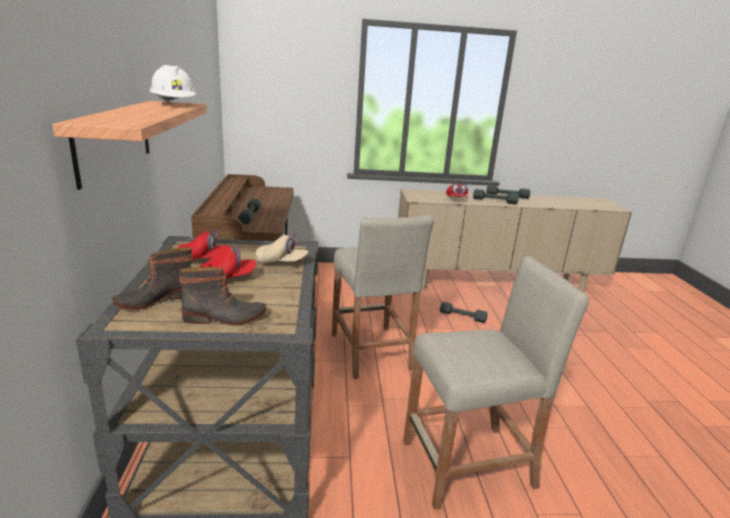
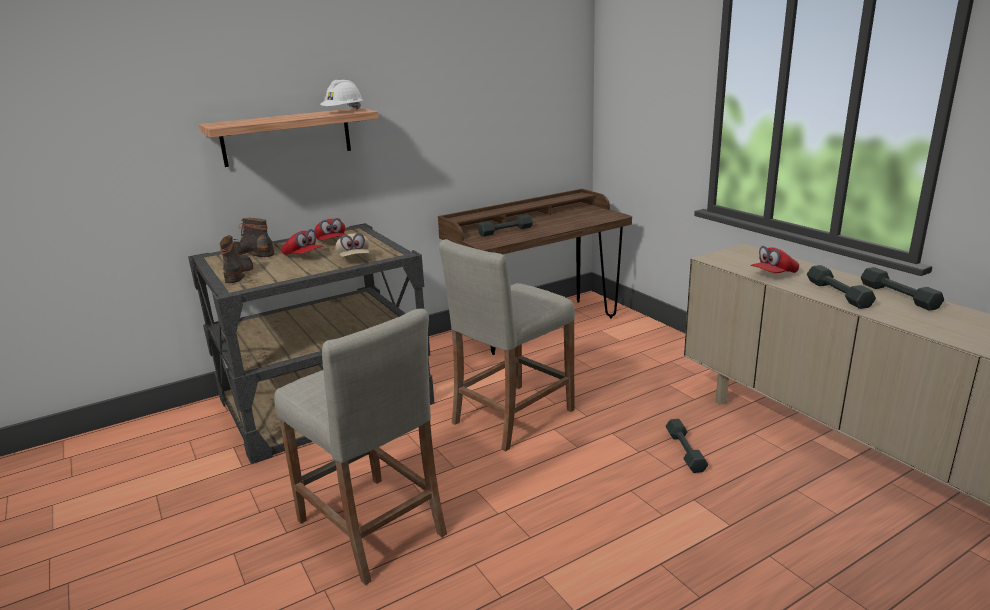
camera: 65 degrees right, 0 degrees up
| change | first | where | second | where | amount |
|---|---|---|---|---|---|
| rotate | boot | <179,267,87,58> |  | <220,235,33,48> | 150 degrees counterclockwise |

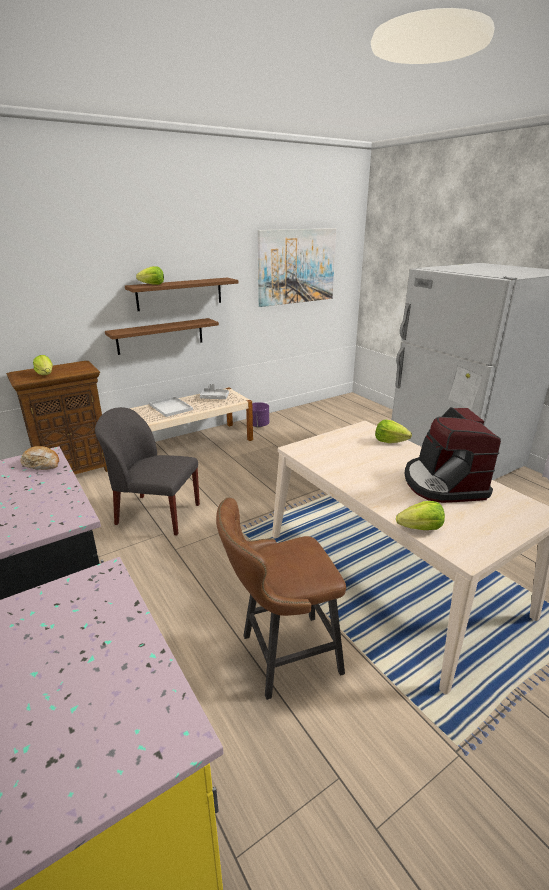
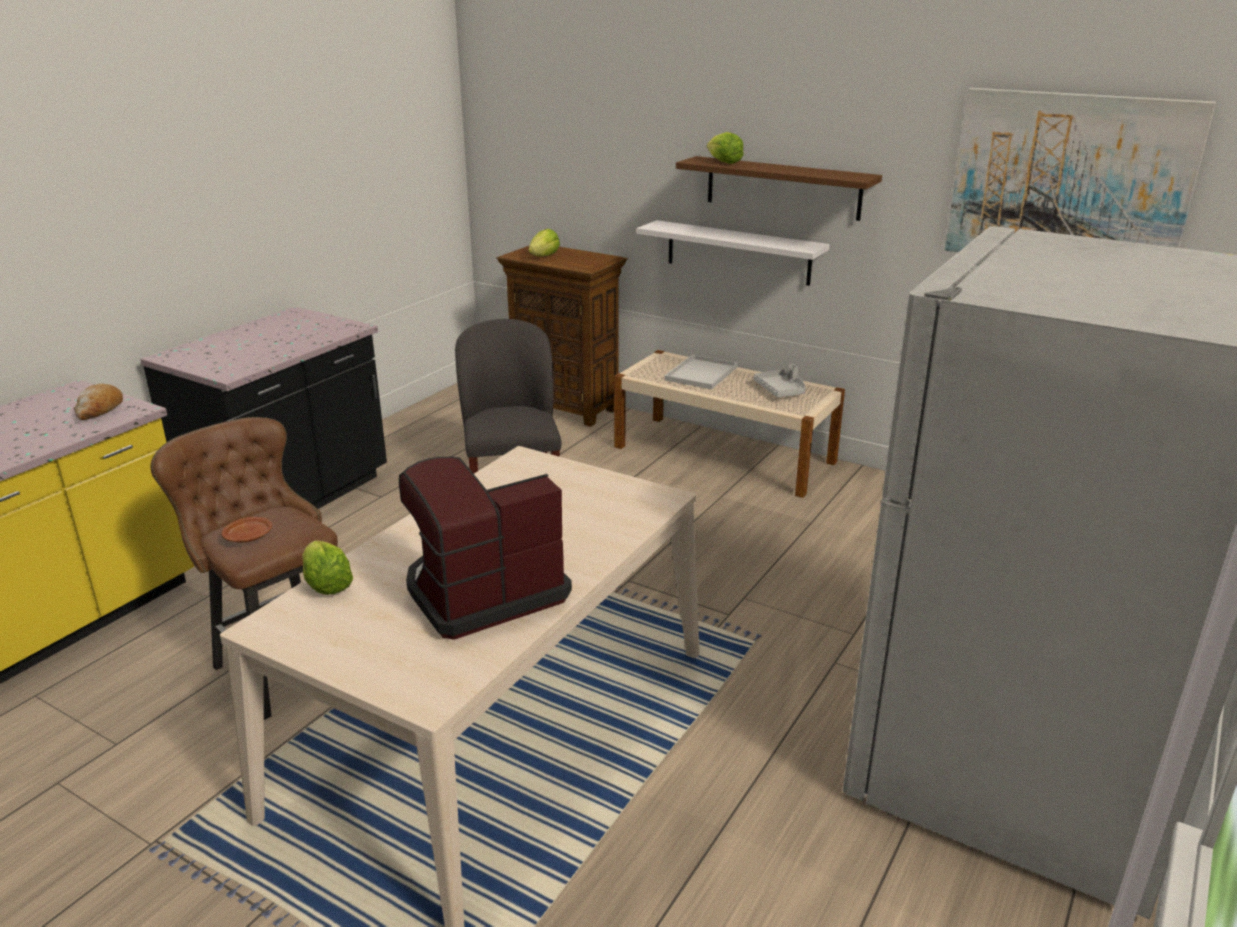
camera: 65 degrees right, 0 degrees up
| change | first | where | second | where | amount |
|---|---|---|---|---|---|
| move | bread | <20,446,39,24> |  | <74,384,49,36> |  |
| insert |  |  | brown plate | <222,517,50,26> |  |
| recolor | brown shelf | <105,318,114,37> | white shelf | <637,220,193,66> |  |
| delete | purple planter | <252,402,17,25> |  |  |  |
| delete | lettuce | <375,420,37,23> |  |  |  |

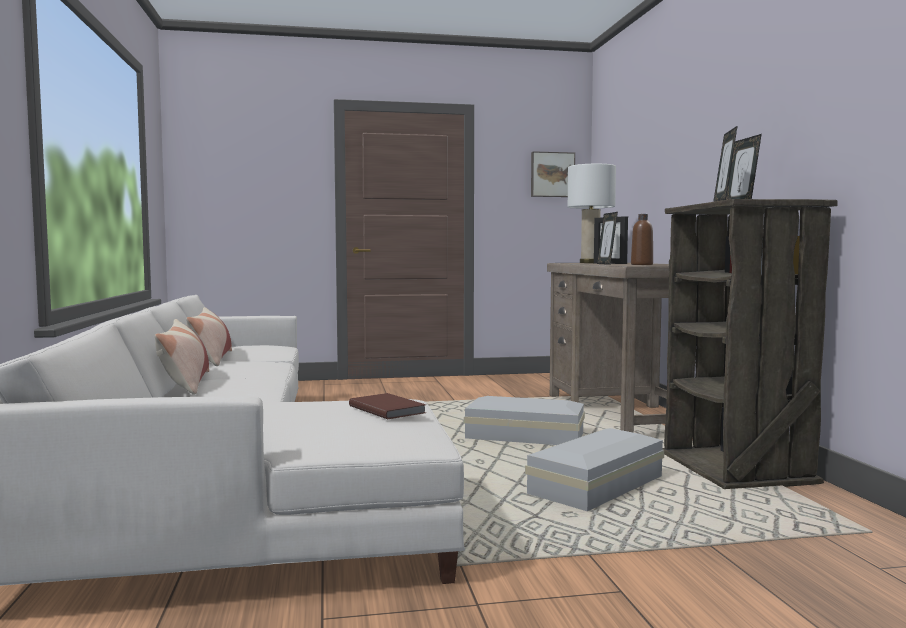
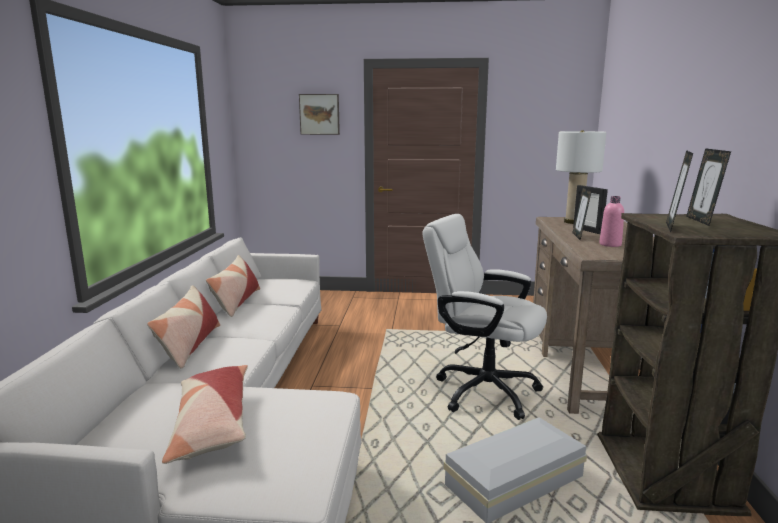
camera: 15 degrees right, 10 degrees up
| change | first | where | second | where | amount |
|---|---|---|---|---|---|
| insert |  |  | pillow | <162,365,86,99> |  |
| move | picture | <531,151,44,46> |  | <299,94,41,41> |  |
| replace | white storage box | <464,396,121,49> | white office chair | <422,214,125,206> |  |
| recolor | brown bottle | <631,214,22,51> | pink bottle | <599,196,25,51> |  |
| delete | brown book | <349,393,77,26> |  |  |  |

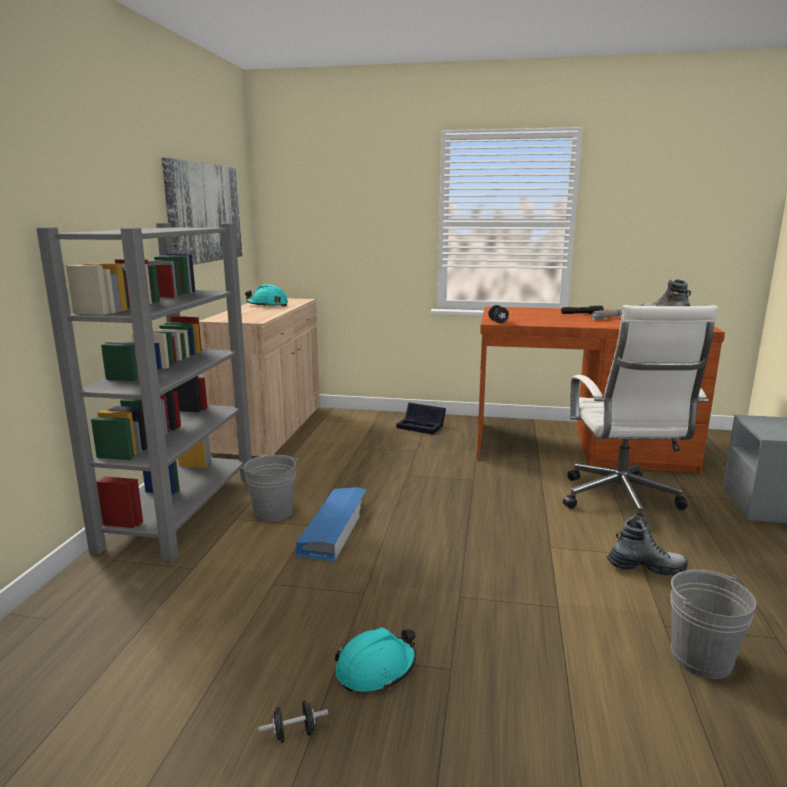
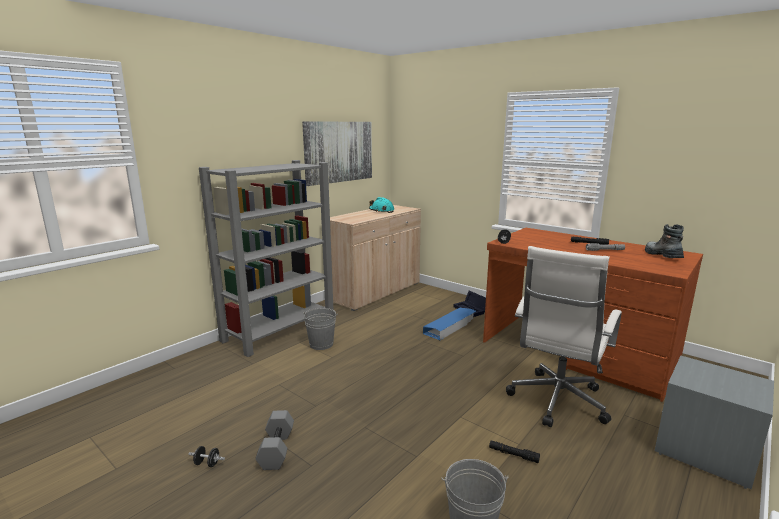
camera: 30 degrees right, 0 degrees up
| change | first | where | second | where | amount |
|---|---|---|---|---|---|
| replace | turquoise hard hat | <335,627,81,65> | grey dumbbell | <255,410,39,60> |  |
| move | blue storage box | <296,487,70,74> |  | <423,308,53,32> |  |
| replace | boot | <607,515,81,60> | black flashlight | <489,441,51,22> |  |

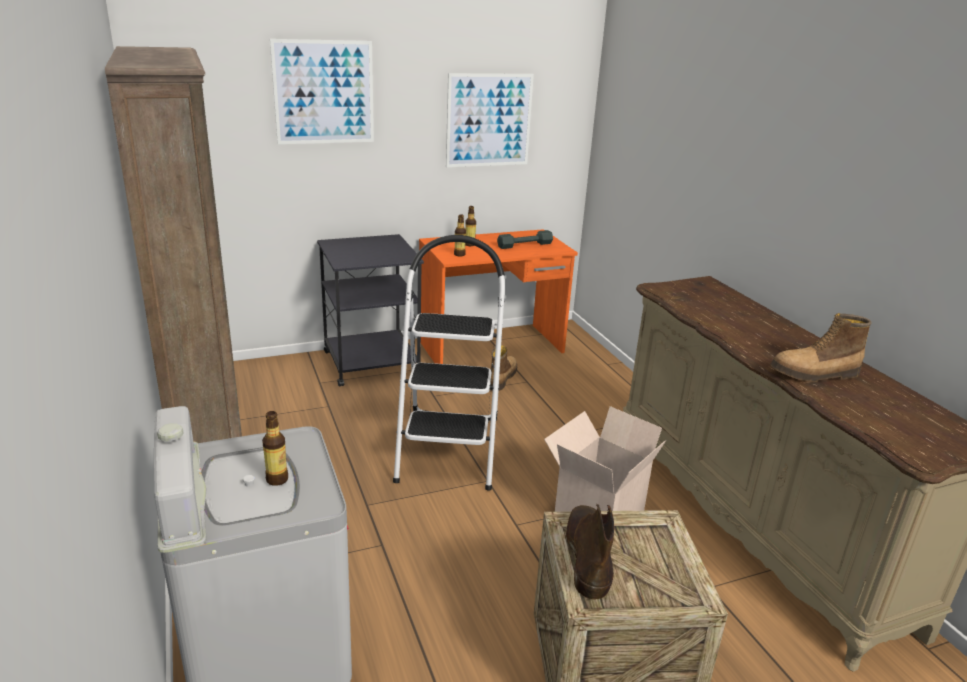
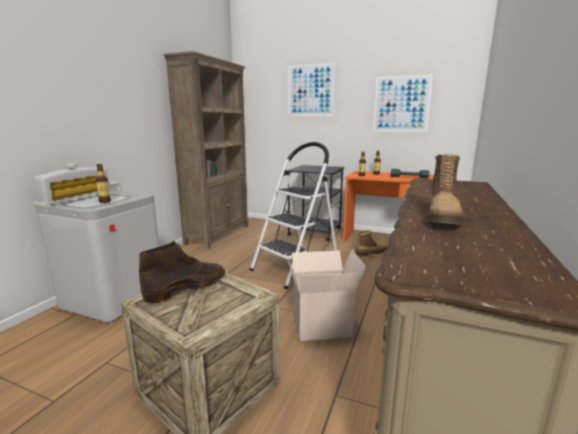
camera: 45 degrees right, 10 degrees down
| change | first | where | second | where | amount |
|---|---|---|---|---|---|
| rotate | boot | <770,313,102,69> |  | <427,154,36,71> | 105 degrees counterclockwise |

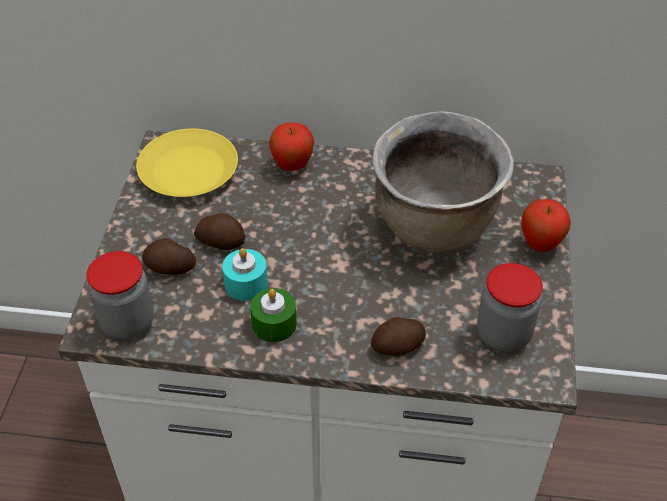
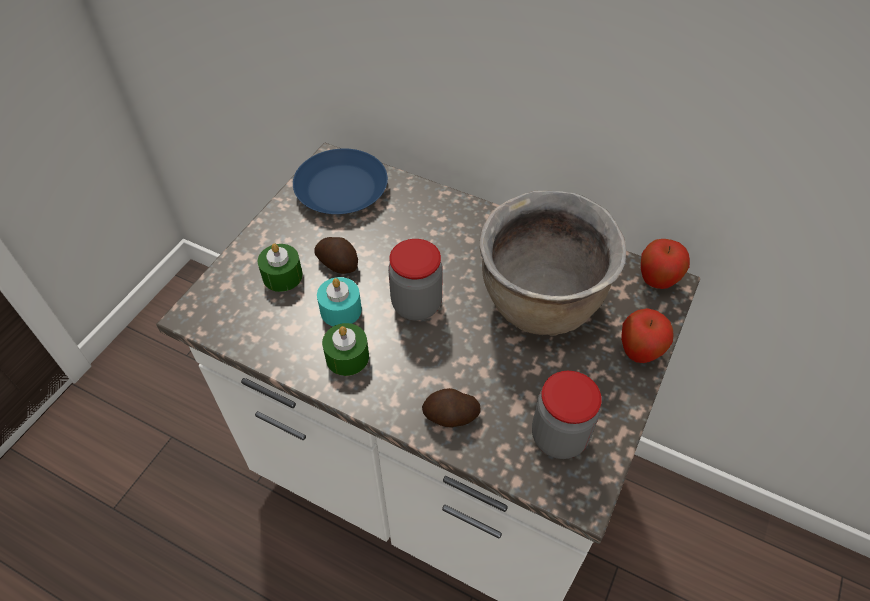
camera: 20 degrees right, 5 degrees up
| change | first | where | second | where | amount |
|---|---|---|---|---|---|
| replace | potato | <142,238,54,37> | green candle | <258,243,45,49> |  |
| recolor | yellow plate | <136,128,102,69> | blue plate | <293,148,95,66> |  |
| move | jar | <87,251,67,89> |  | <388,239,55,81> |  |
| move | apple | <269,122,45,49> |  | <641,239,49,50> |  |

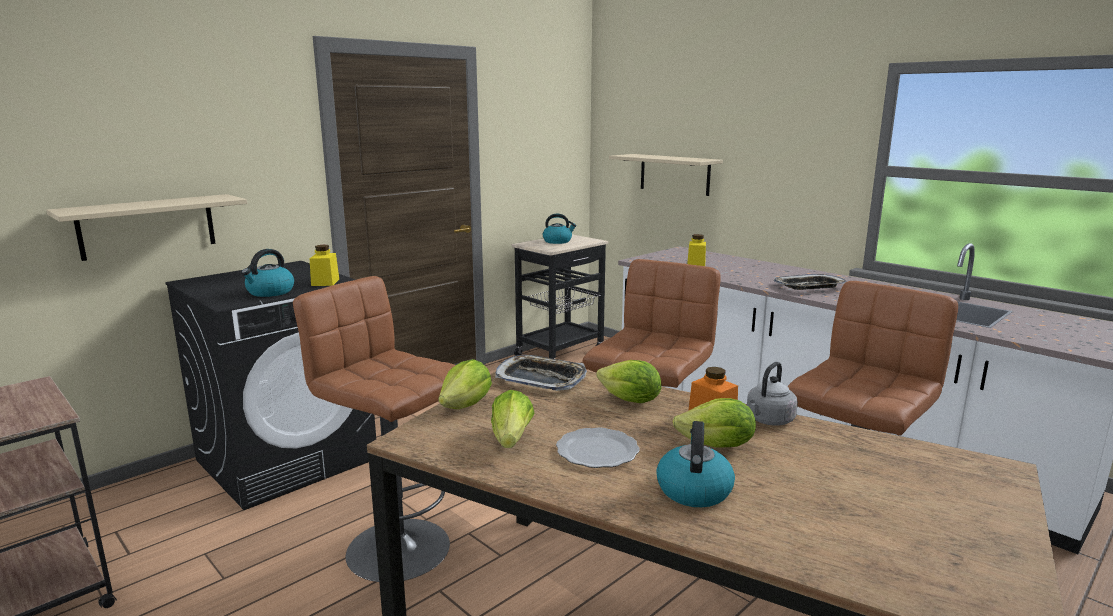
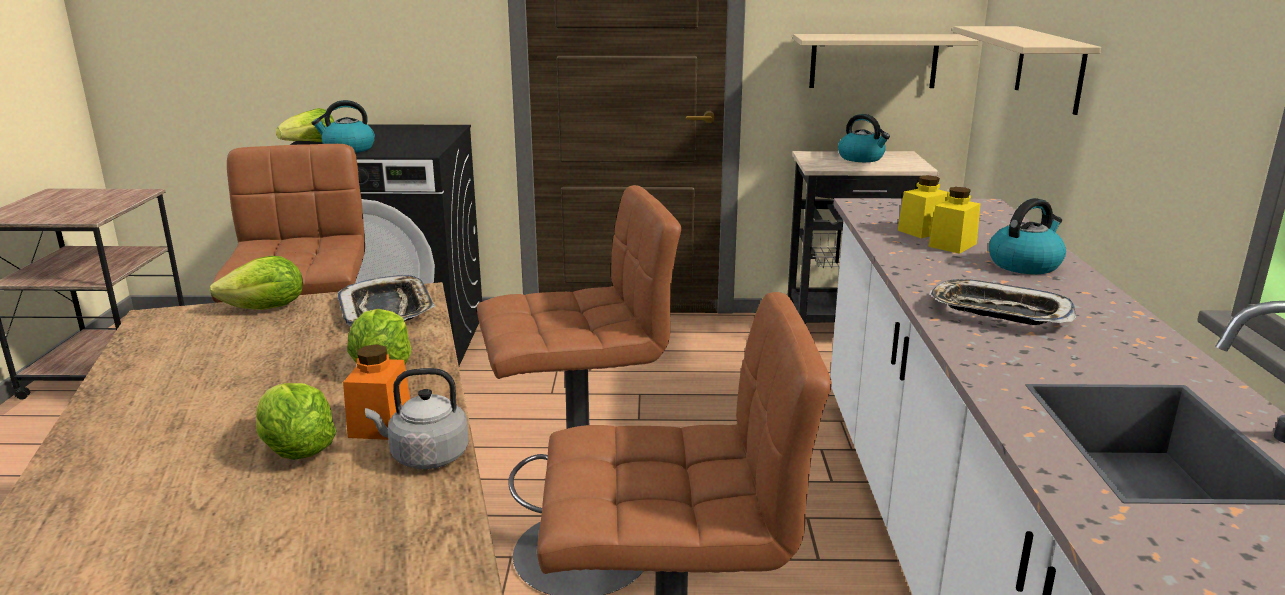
camera: 45 degrees right, 5 degrees up
| change | first | where | second | where | amount |
|---|---|---|---|---|---|
| move | lettuce | <491,390,44,58> |  | <276,108,58,34> |  |
| move | beige shelf | <46,194,201,67> |  | <793,34,185,54> |  |
| move | yellow jar | <310,245,29,41> |  | <928,187,53,67> |  |
| move | kettle | <656,421,79,86> |  | <989,198,77,76> |  |
| delete | plate | <556,427,84,41> |  |  |  |

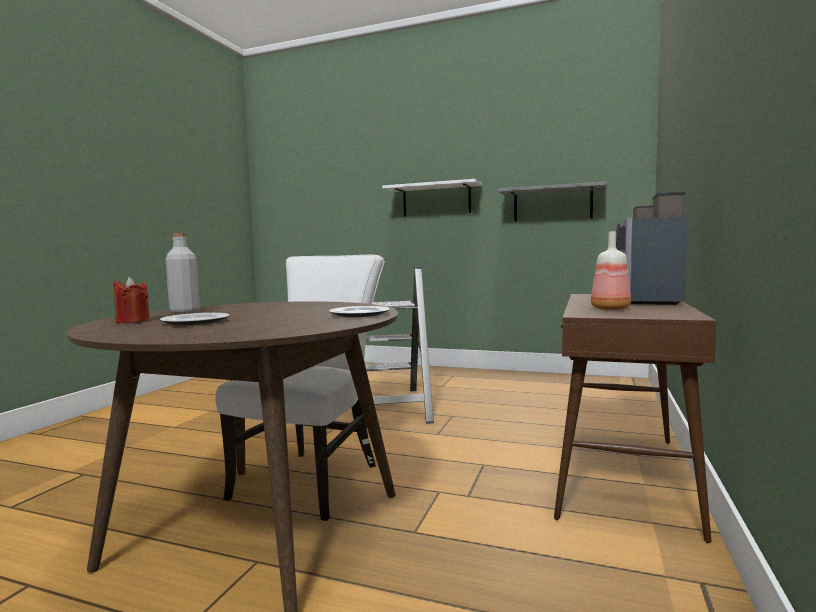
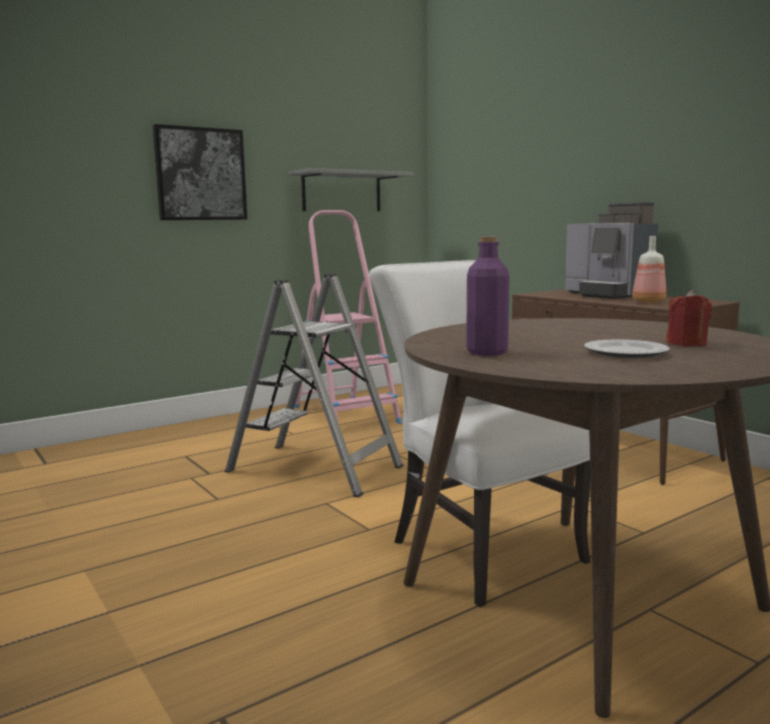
camera: 55 degrees left, 5 degrees up
| change | first | where | second | where | amount |
|---|---|---|---|---|---|
| replace | white shelf | <382,179,100,38> | picture | <153,124,94,96> |  |
| insert |  |  | pink step ladder | <295,210,107,214> |  |
| recolor | grey bottle | <165,233,35,80> | purple bottle | <466,236,43,120> |  |
| move | red candle | <113,277,37,46> |  | <666,289,46,58> |  |
| delete | plate | <329,306,61,11> |  |  |  |

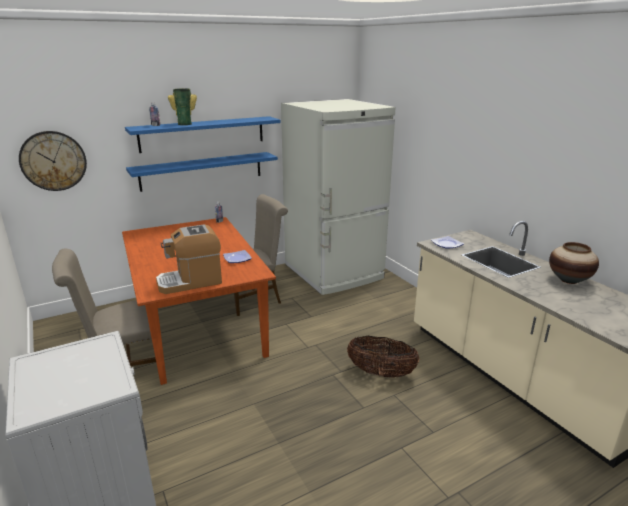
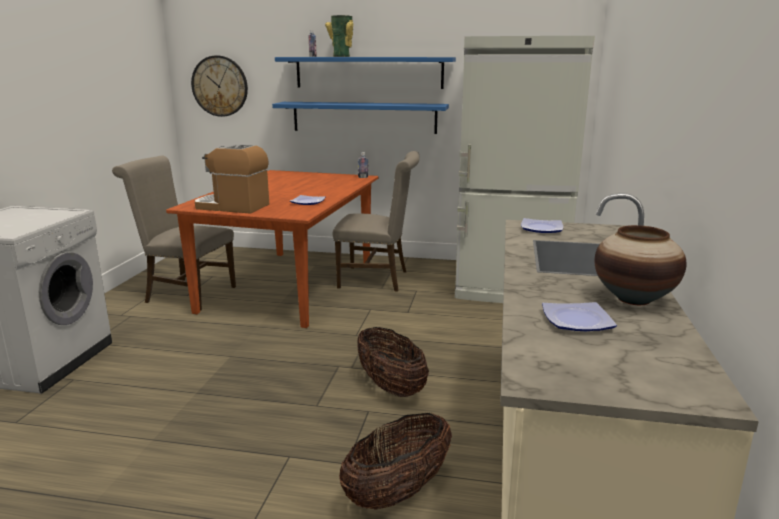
camera: 40 degrees right, 5 degrees down
| change | first | where | second | where | amount |
|---|---|---|---|---|---|
| insert |  |  | basket | <339,413,113,97> |  |
| insert |  |  | plate | <542,302,75,29> |  |

